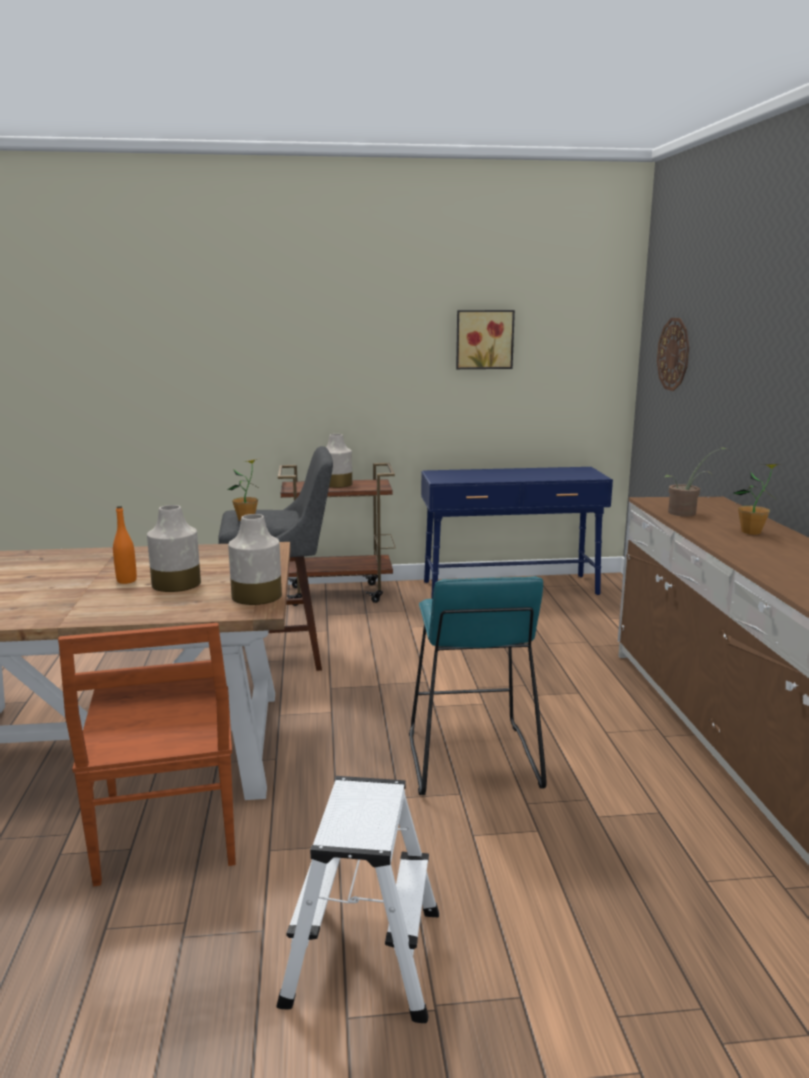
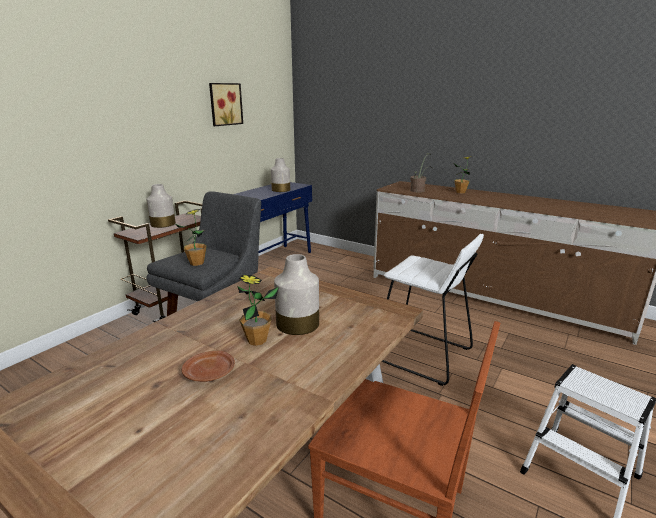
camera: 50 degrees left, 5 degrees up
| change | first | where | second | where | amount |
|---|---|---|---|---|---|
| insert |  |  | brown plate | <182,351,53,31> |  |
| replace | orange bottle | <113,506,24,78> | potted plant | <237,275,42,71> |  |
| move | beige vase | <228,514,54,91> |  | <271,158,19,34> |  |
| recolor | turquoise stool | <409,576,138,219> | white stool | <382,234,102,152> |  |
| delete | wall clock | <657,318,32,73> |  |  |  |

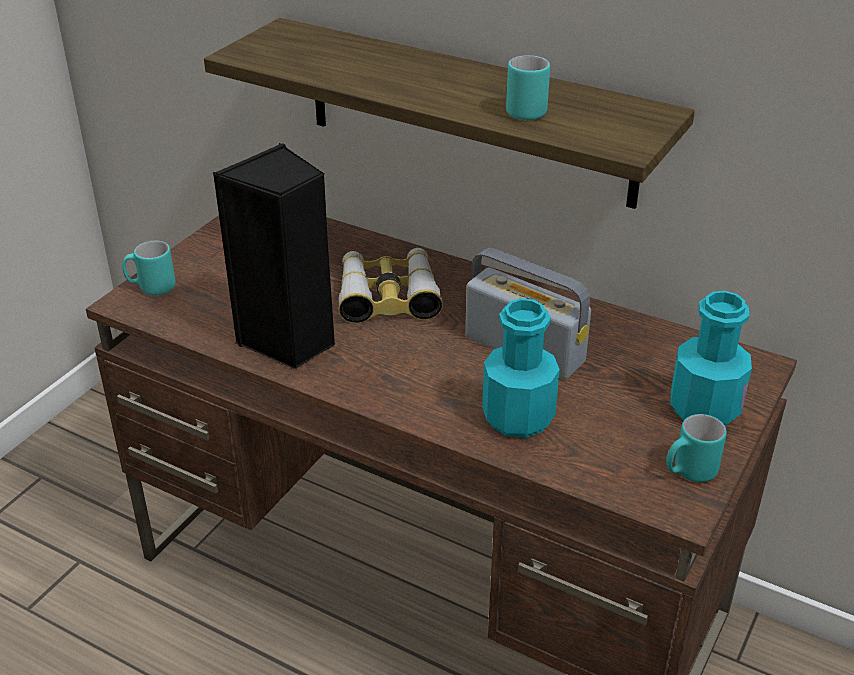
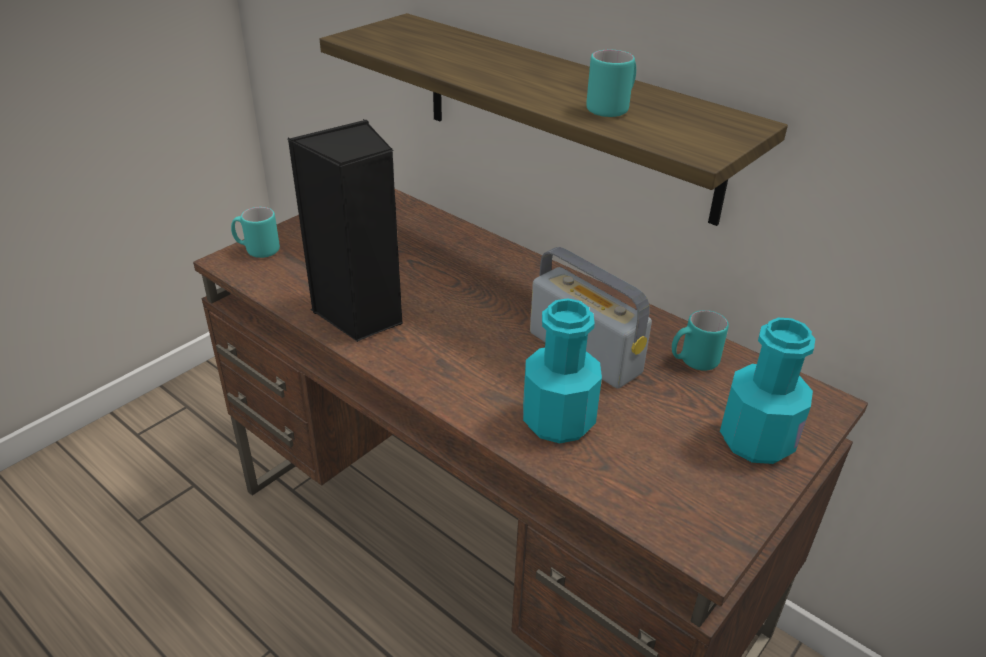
camera: 10 degrees right, 0 degrees up
| change | first | where | second | where | amount |
|---|---|---|---|---|---|
| move | turquoise mug | <666,414,61,68> |  | <672,310,57,61> |  |
| delete | binoculars | <339,248,104,75> |  |  |  |

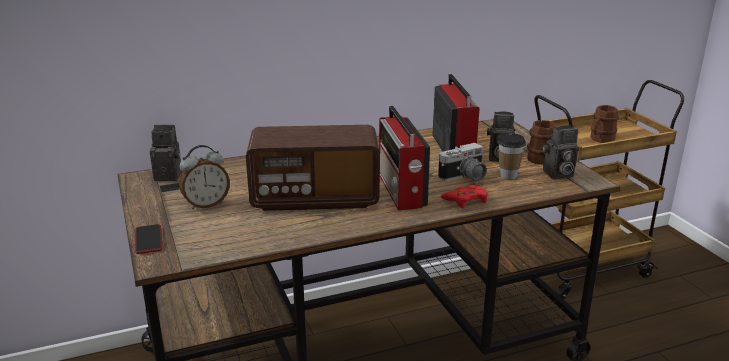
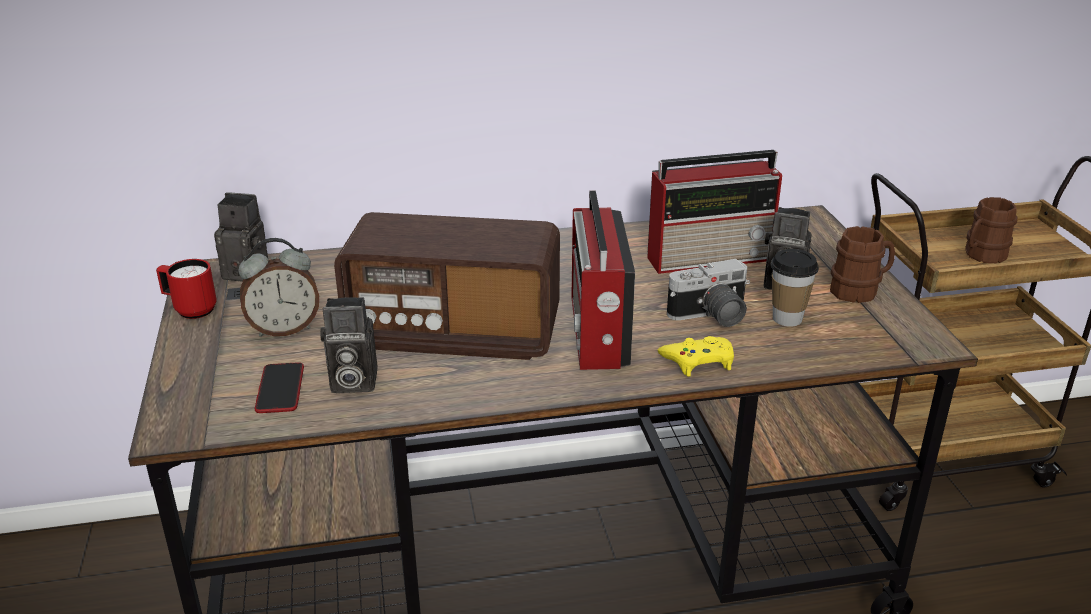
camera: 10 degrees right, 5 degrees up
| change | first | where | second | where | amount |
|---|---|---|---|---|---|
| insert |  |  | red mug | <156,259,61,60> |  |
| move | phone | <135,224,28,30> |  | <255,362,49,51> |  |
| move | photo camera | <543,125,35,54> |  | <320,297,58,96> |  |
| rotate | radio | <432,74,48,78> |  | <647,150,135,124> | 75 degrees clockwise |
| recolor | red game controller | <441,185,47,23> | yellow game controller | <658,336,76,41> |  |

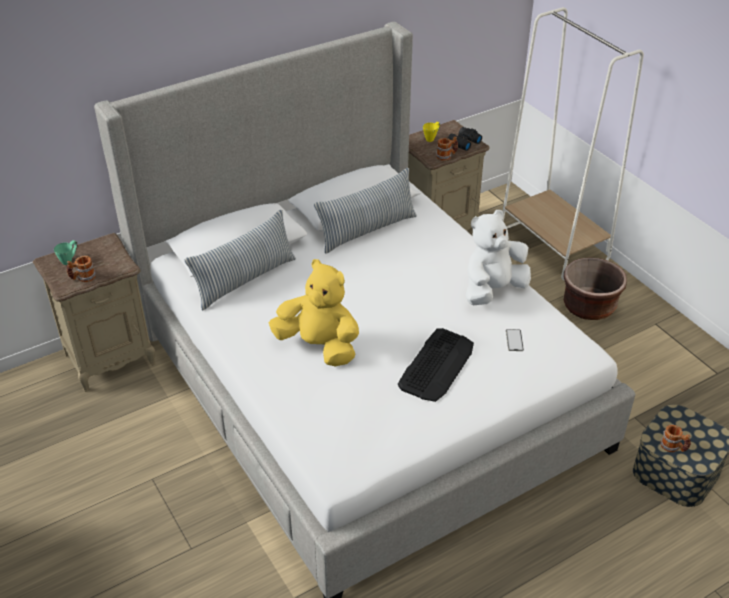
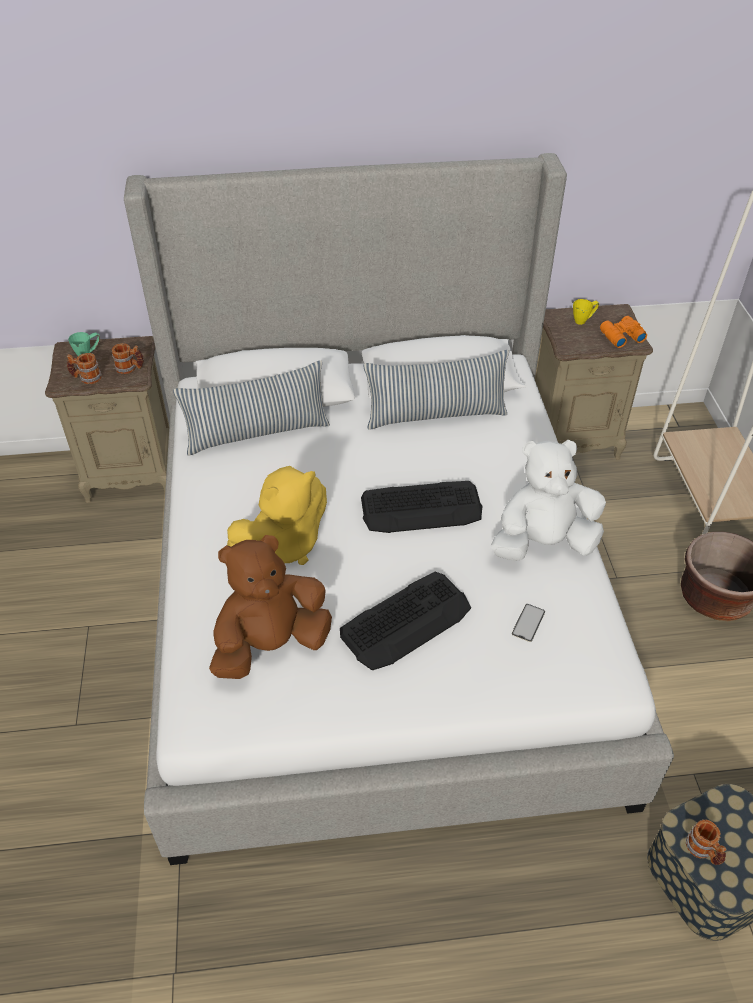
camera: 25 degrees right, 5 degrees up
| change | first | where | second | where | amount |
|---|---|---|---|---|---|
| move | mug | <436,136,22,25> |  | <112,343,32,31> |  |
| insert |  |  | brown plush toy | <209,535,123,144> |  |
| rotate | yellow plush toy | <269,259,90,108> |  | <227,466,100,99> | 90 degrees clockwise |
| insert |  |  | keyboard | <361,481,122,52> |  |
| recolor | black binoculars | <448,127,34,24> | orange binoculars | <600,316,47,32> |  |

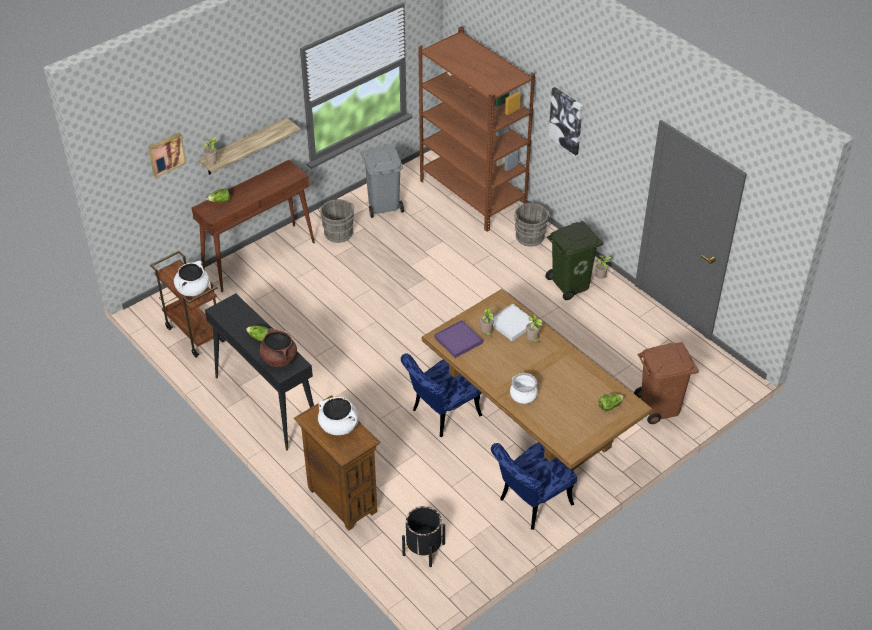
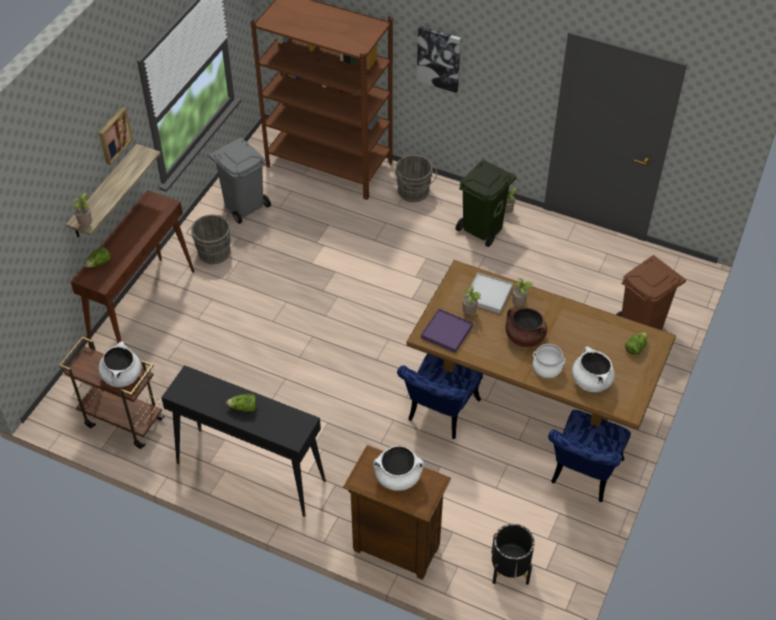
camera: 25 degrees left, 5 degrees up
| change | first | where | second | where | amount |
|---|---|---|---|---|---|
| move | picture | <148,133,39,45> |  | <99,107,34,58> |  |
| move | brown cooking pot | <259,328,38,39> |  | <505,308,42,39> |  |
| insert |  |  | white cooking pot | <572,346,43,46> |  |

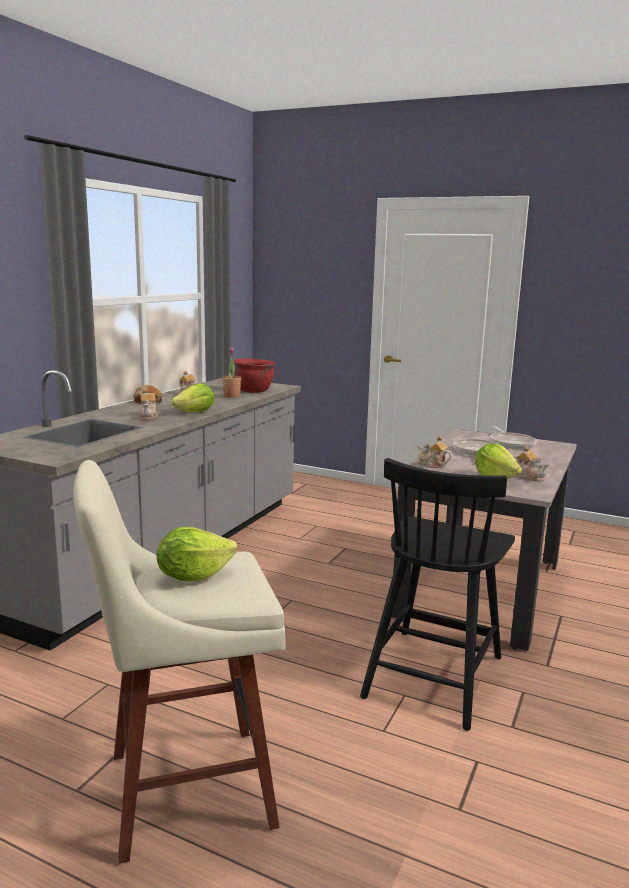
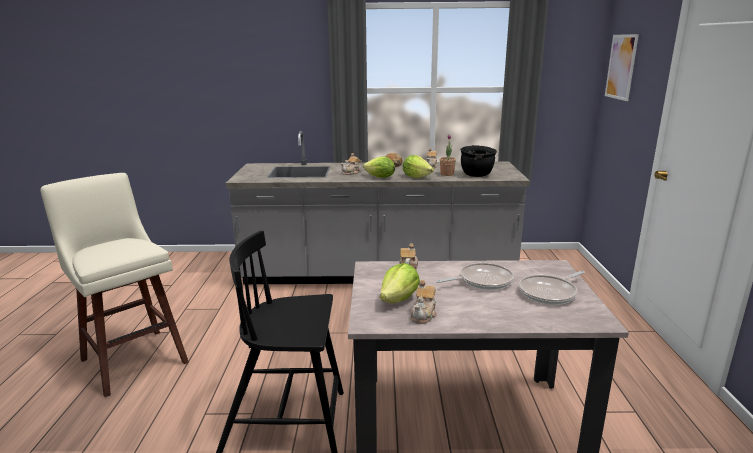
camera: 65 degrees right, 5 degrees up
| change | first | where | second | where | amount |
|---|---|---|---|---|---|
| move | lettuce | <157,527,81,54> |  | <403,155,31,23> |  |
| recolor | red cooking pot | <234,358,41,35> | black cooking pot | <460,145,37,32> |  |
| insert |  |  | picture | <605,34,34,67> |  |

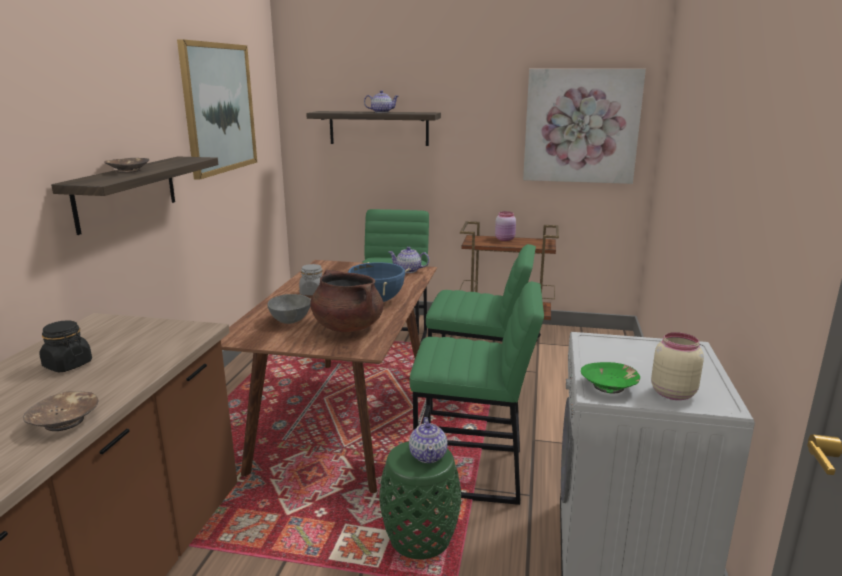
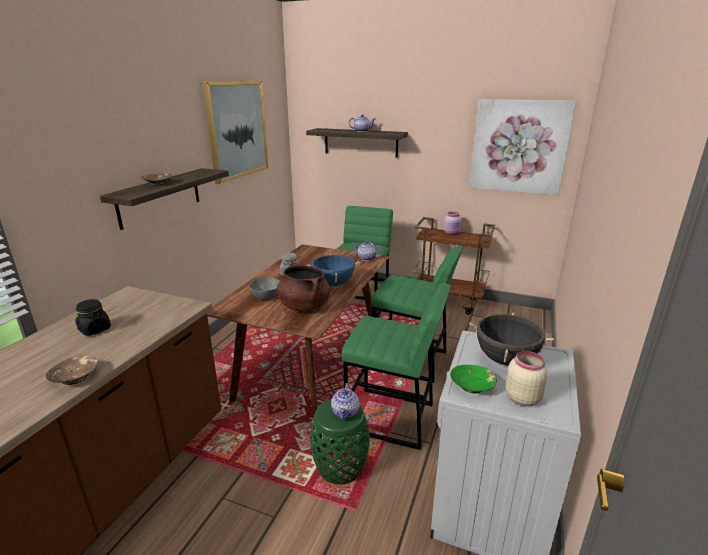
camera: 10 degrees right, 5 degrees up
| change | first | where | second | where | amount |
|---|---|---|---|---|---|
| insert |  |  | black cooking pot | <469,312,85,54> |  |

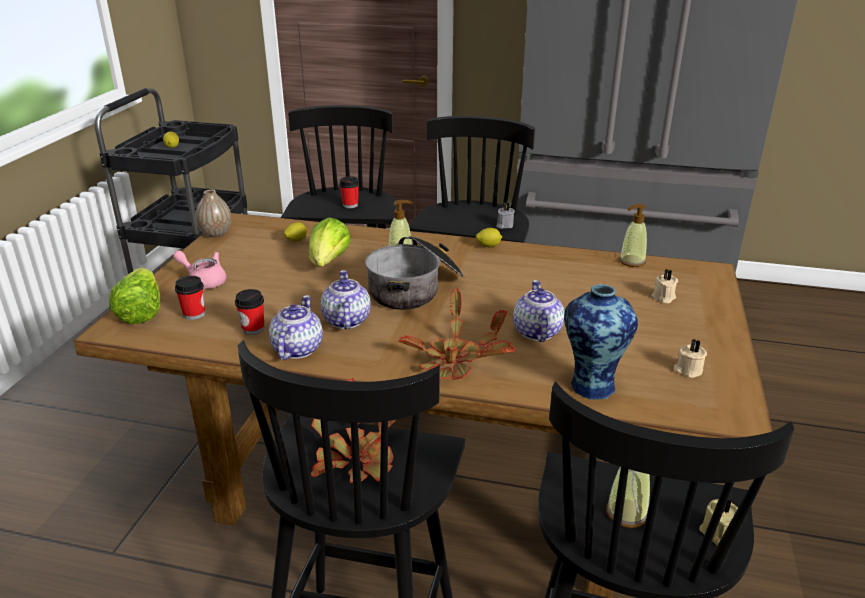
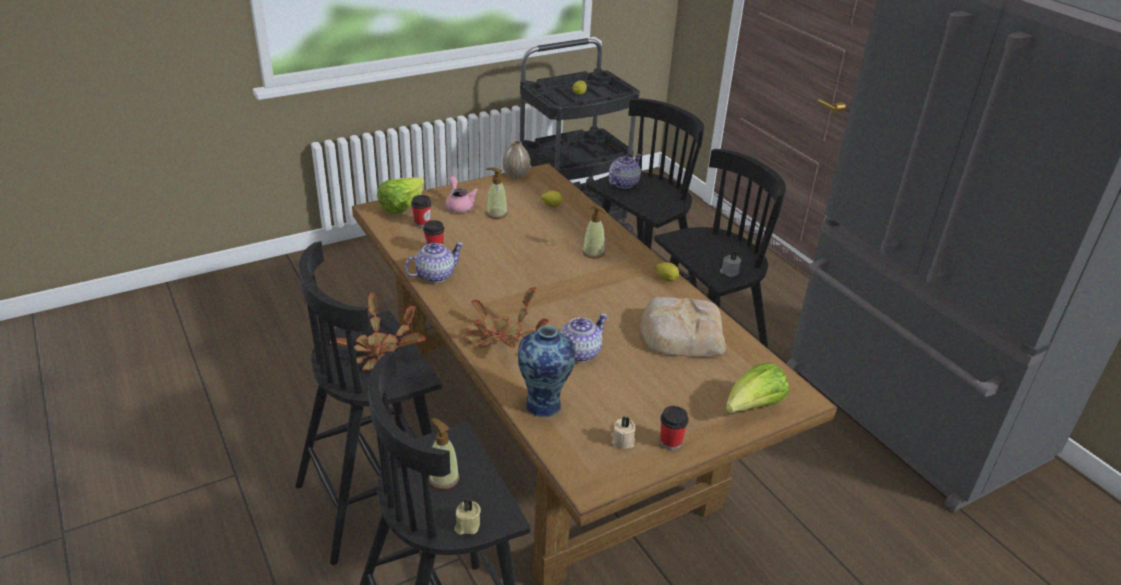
camera: 45 degrees right, 5 degrees up
| change | first | where | second | where | amount |
|---|---|---|---|---|---|
| move | soap dispenser | <619,204,29,63> |  | <486,167,22,52> |  |
| move | teapot | <321,270,50,60> |  | <609,154,33,34> |  |
| insert |  |  | bread | <640,297,86,60> |  |
| move | cup | <339,176,20,32> |  | <660,406,29,44> |  |
| move | lettuce | <309,217,42,50> |  | <726,363,63,50> |  |
| delete | cooking pot | <365,235,100,75> |  |  |  |
| delete | beige candle | <652,269,26,34> |  |  |  |

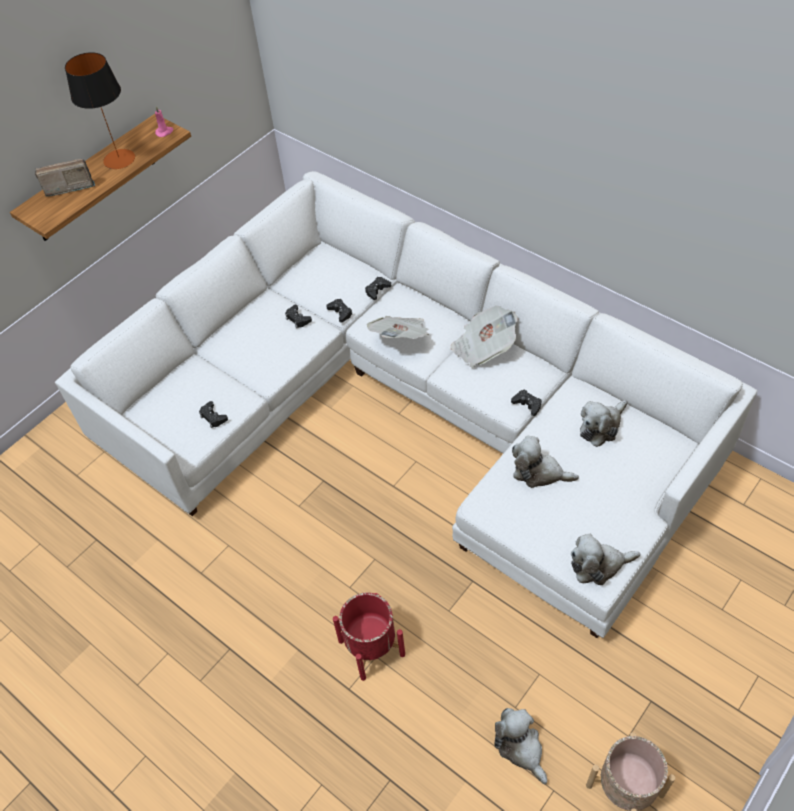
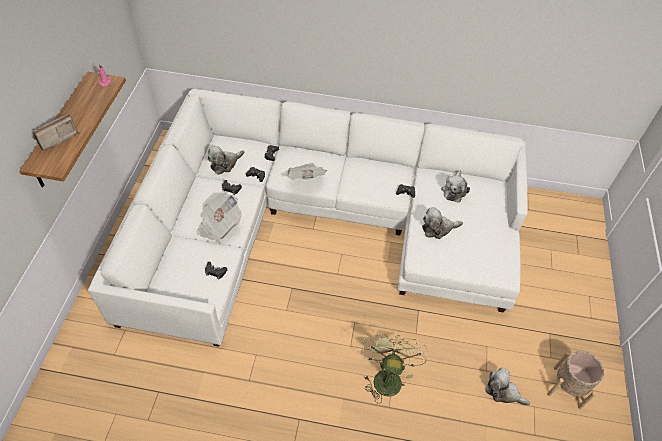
camera: 35 degrees left, 0 degrees up
| change | first | where | second | where | amount |
|---|---|---|---|---|---|
| move | newspaper | <451,305,67,63> |  | <196,194,46,48> |  |
| move | plush toy | <571,534,69,51> |  | <207,146,37,29> |  |
| replace | red planter | <333,593,72,88> | green fan | <361,334,66,70> |  |
| delete | table lamp | <65,52,70,117> |  |  |  |

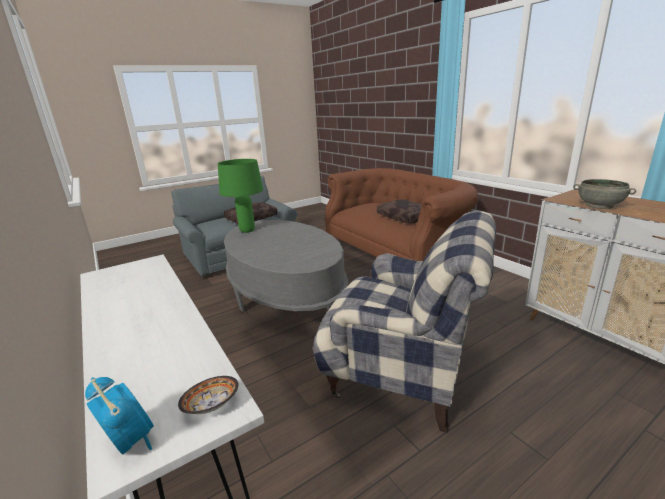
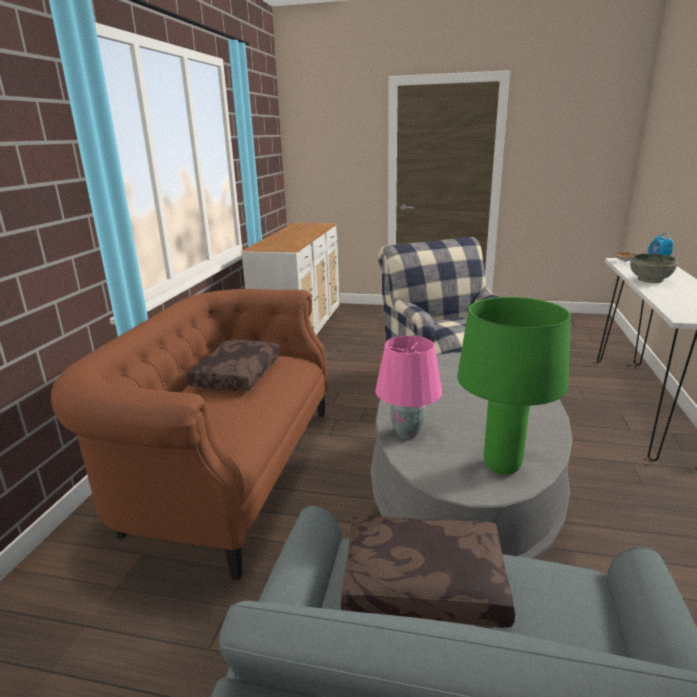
camera: 135 degrees left, 0 degrees up
| change | first | where | second | where | amount |
|---|---|---|---|---|---|
| insert |  |  | pink table lamp | <375,336,67,103> |  |
| move | grey bowl | <573,179,63,30> |  | <630,254,47,29> |  |

